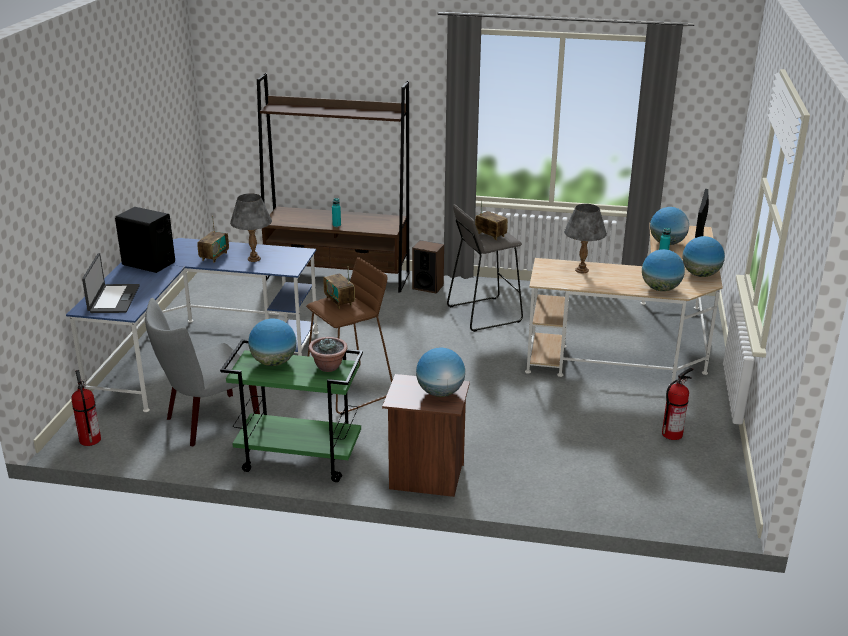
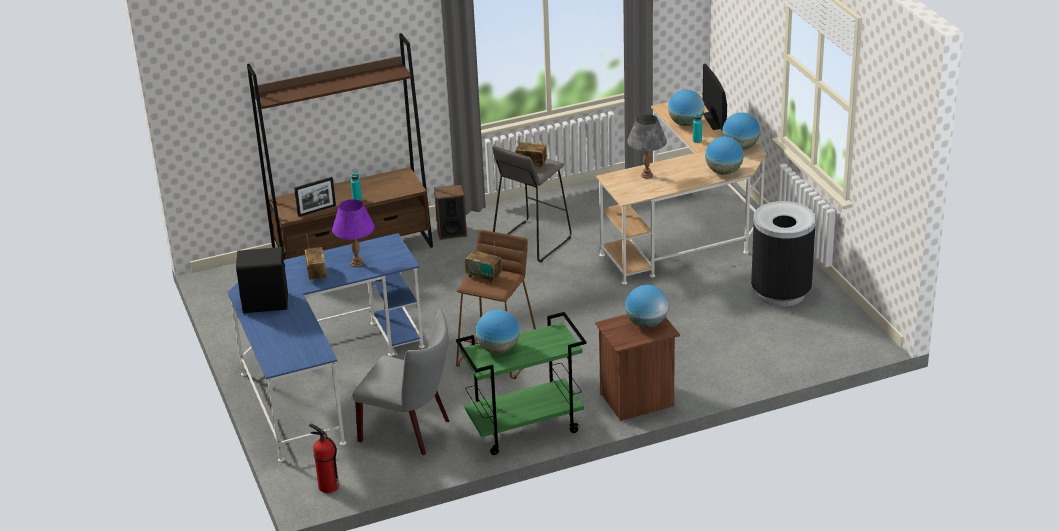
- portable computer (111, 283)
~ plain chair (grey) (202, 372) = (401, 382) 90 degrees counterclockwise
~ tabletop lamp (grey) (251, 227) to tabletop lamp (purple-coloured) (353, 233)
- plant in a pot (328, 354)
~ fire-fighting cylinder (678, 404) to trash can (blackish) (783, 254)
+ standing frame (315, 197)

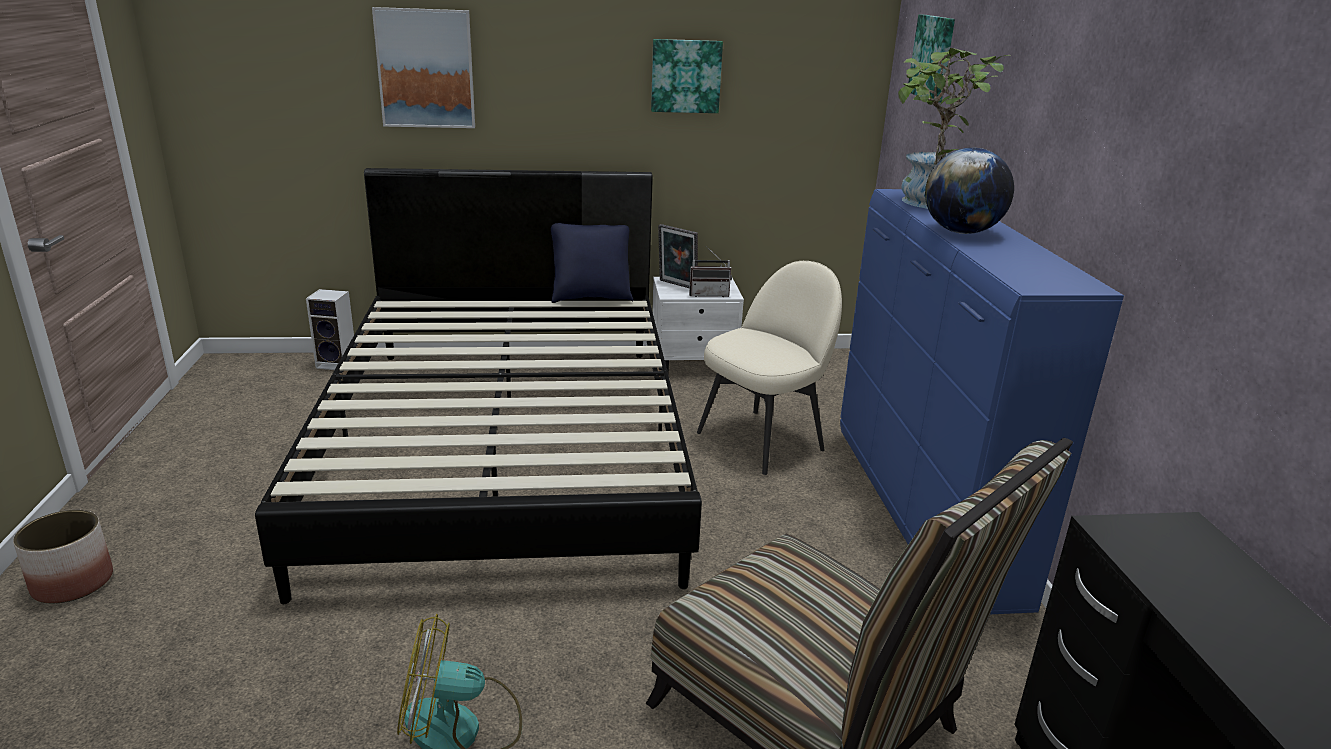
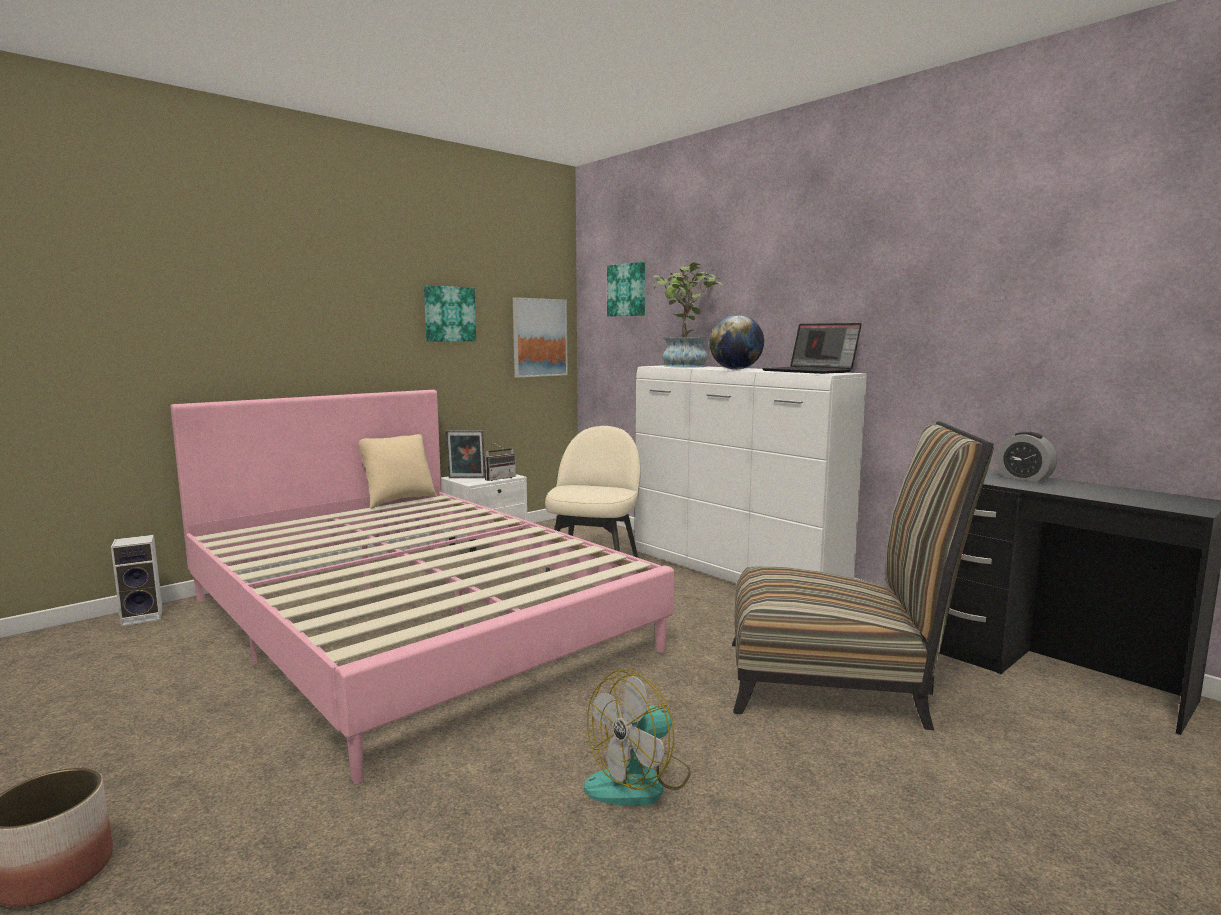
~ bedroom bed (blackish) (478, 386) to bedroom bed (pink) (422, 586)
~ picture (423, 67) to (540, 337)
~ throw pillow (bluish) (592, 263) to throw pillow (beige-coloured) (397, 471)
~ chest of drawers (bluish) (982, 401) to chest of drawers (white) (751, 474)
+ portable computer (812, 348)
+ alarm clock (1026, 457)

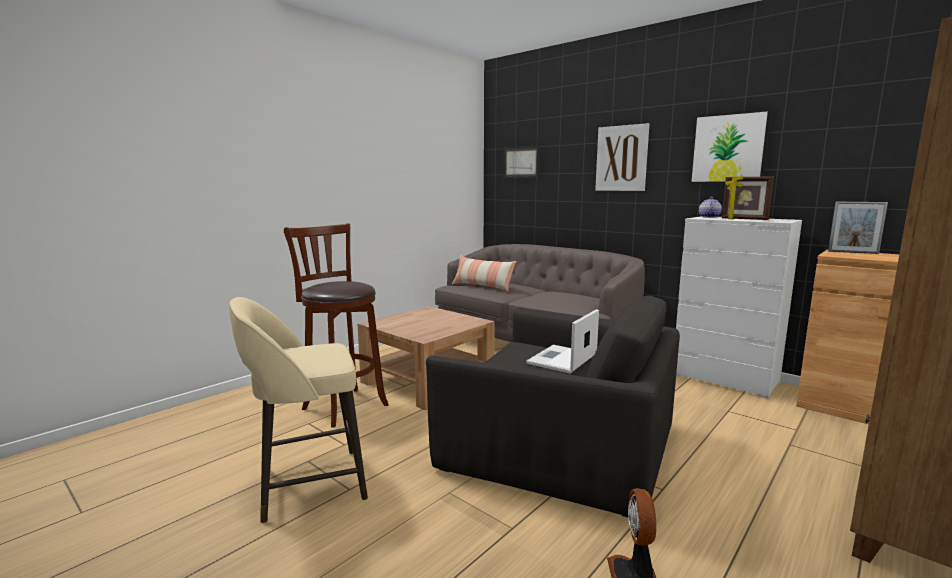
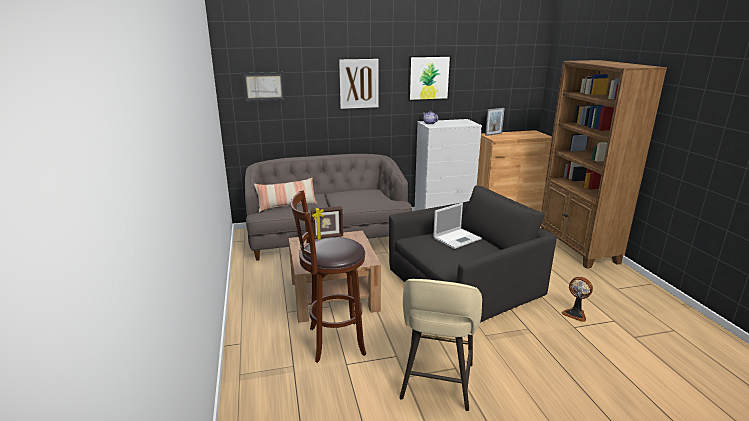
~ portable computer (562, 341) = (457, 226) 105 degrees counterclockwise
~ standing frame (748, 197) to (327, 223)

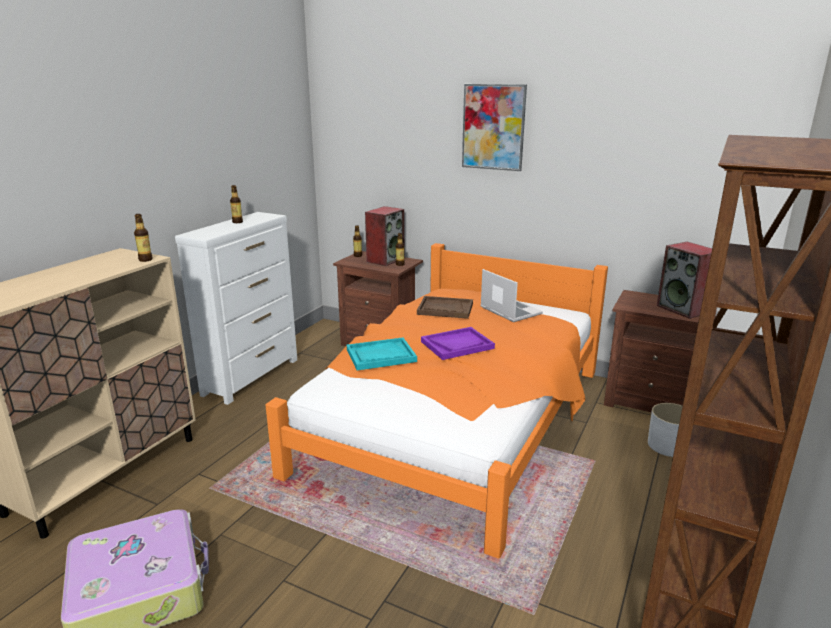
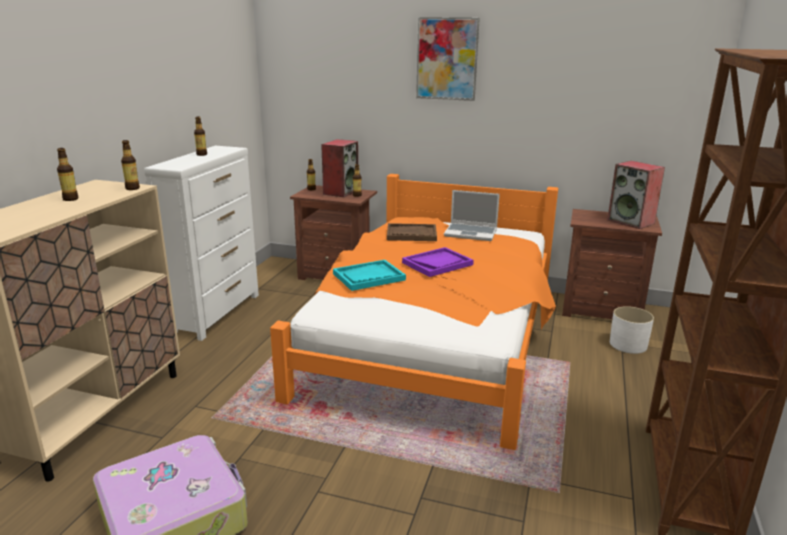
~ portable computer (511, 295) = (472, 215) 150 degrees clockwise
+ drink bottle (67, 174)

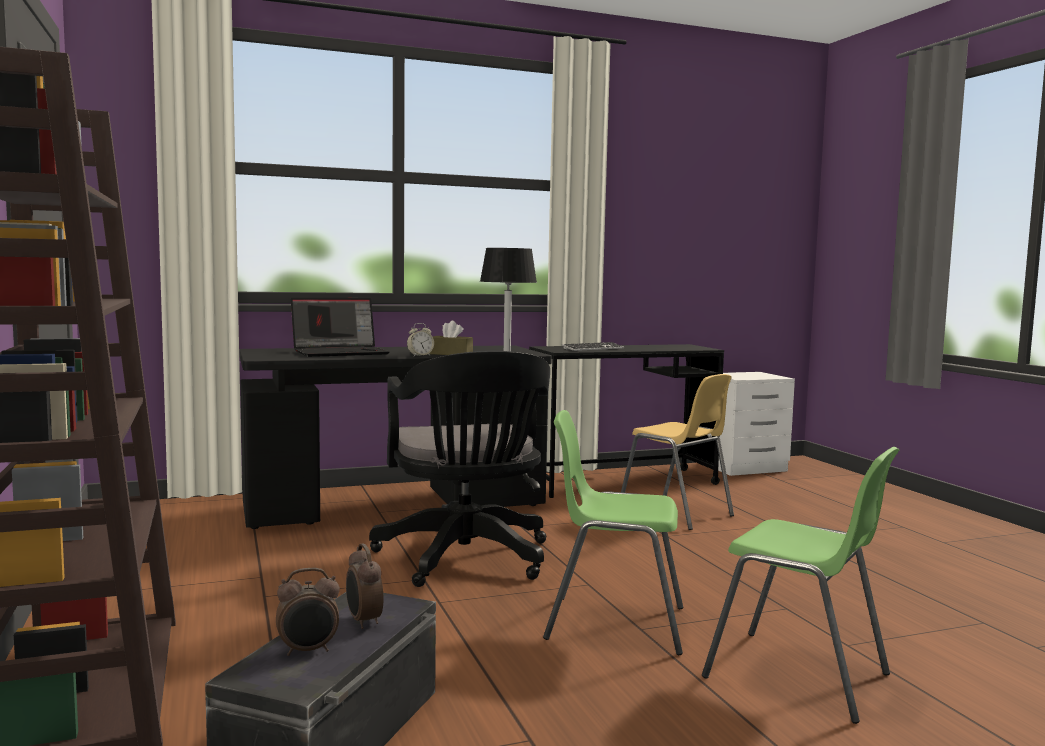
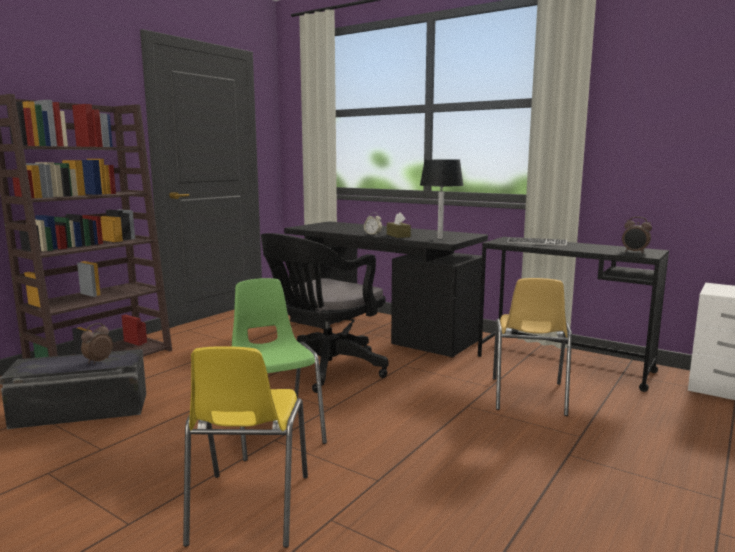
~ alarm clock (308, 612) to (637, 235)
- portable computer (340, 327)
~ plain chair (greenish) (800, 585) to plain chair (yellowish) (245, 447)

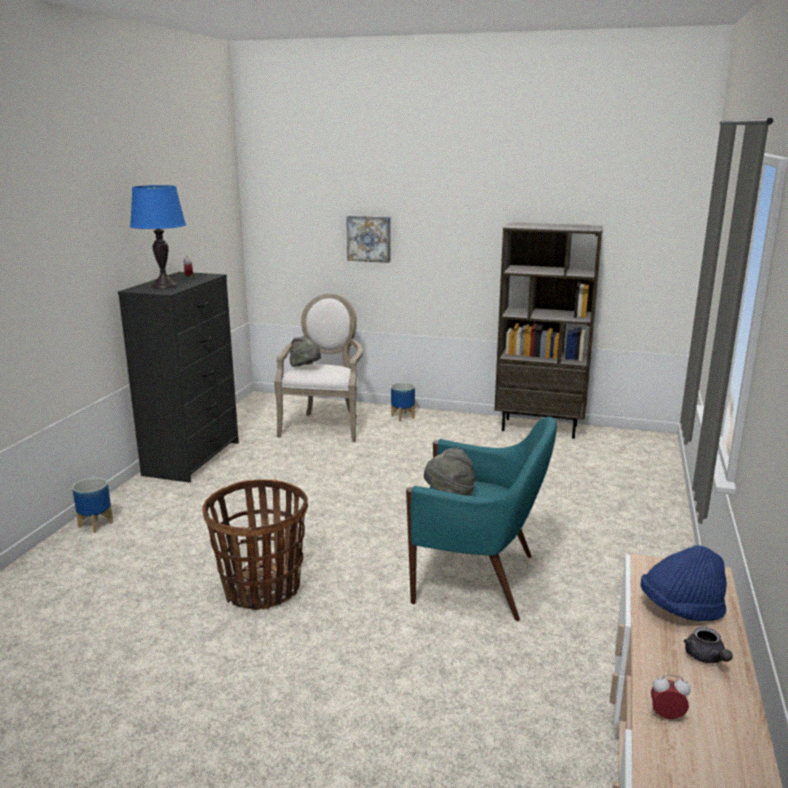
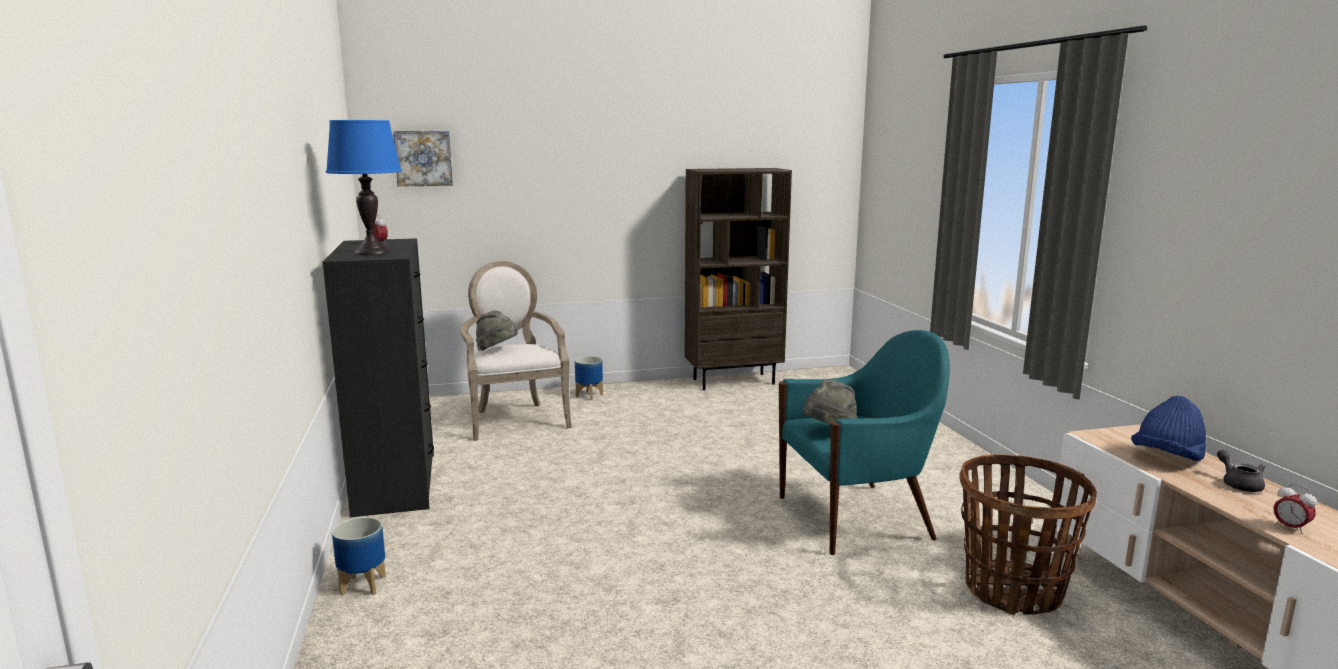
~ storage basket (255, 544) to (1028, 534)
~ picture (368, 239) to (423, 159)
~ alarm clock (670, 696) = (1295, 509) 105 degrees counterclockwise
~ pot for tea (grey) (708, 645) = (1241, 471) 150 degrees counterclockwise

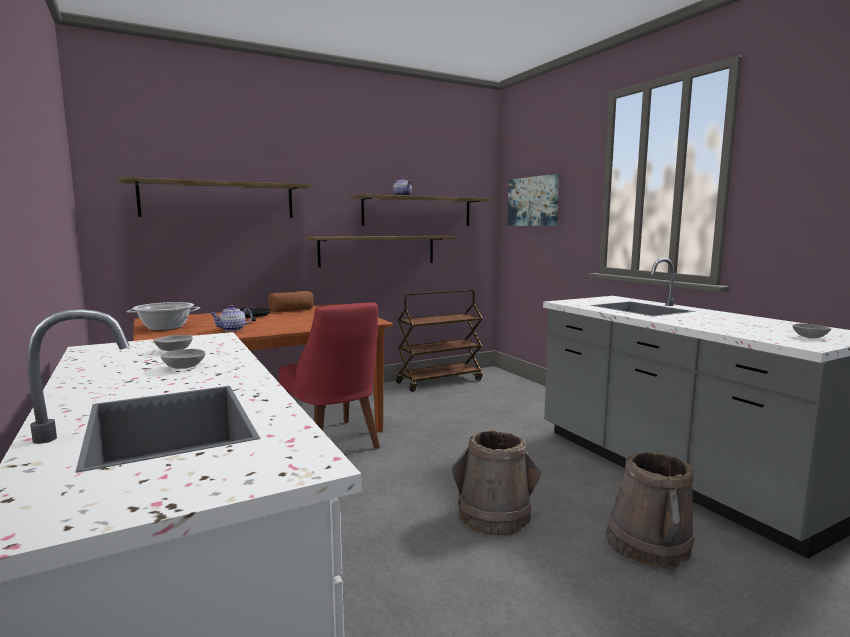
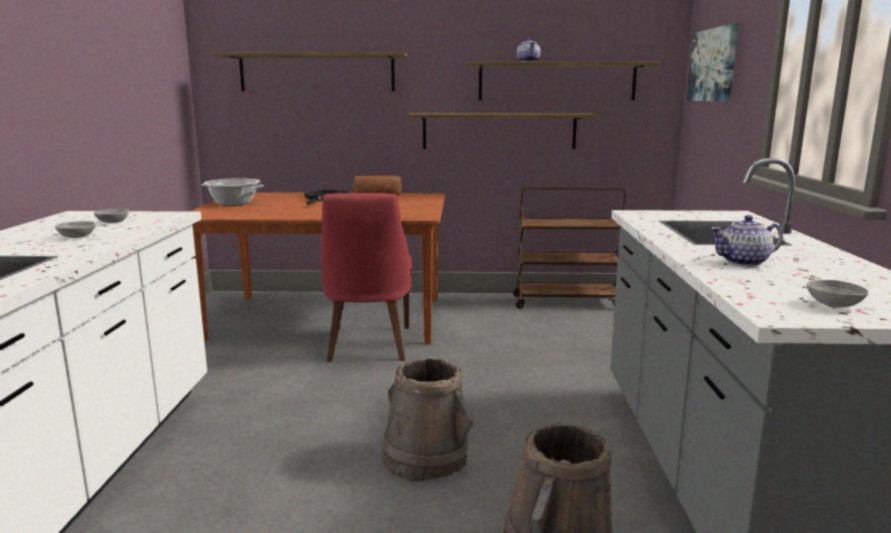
~ pot for tea (231, 318) to (746, 240)

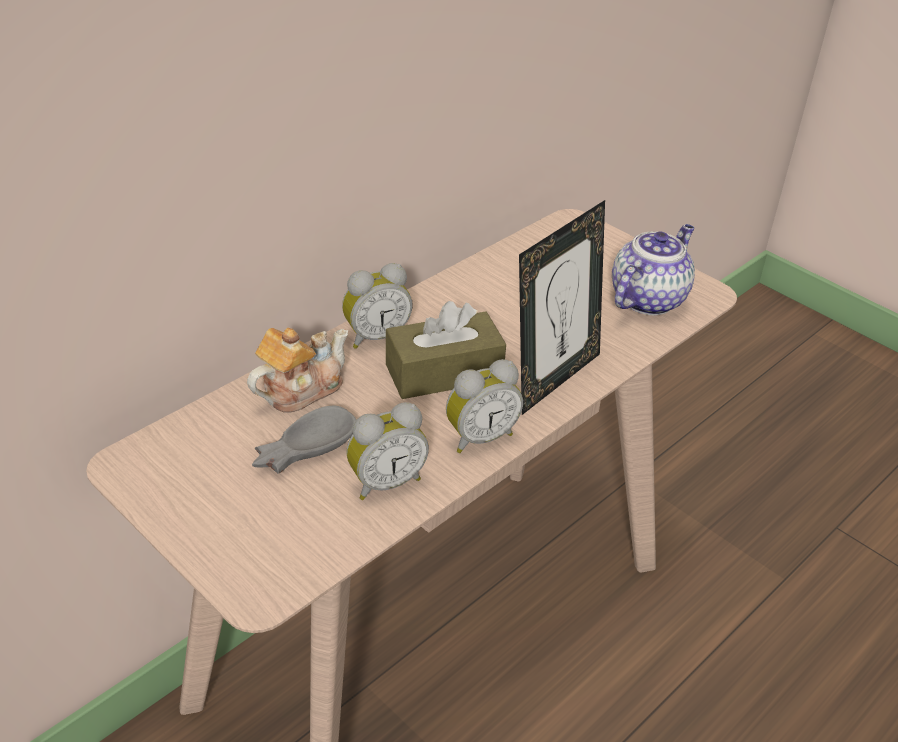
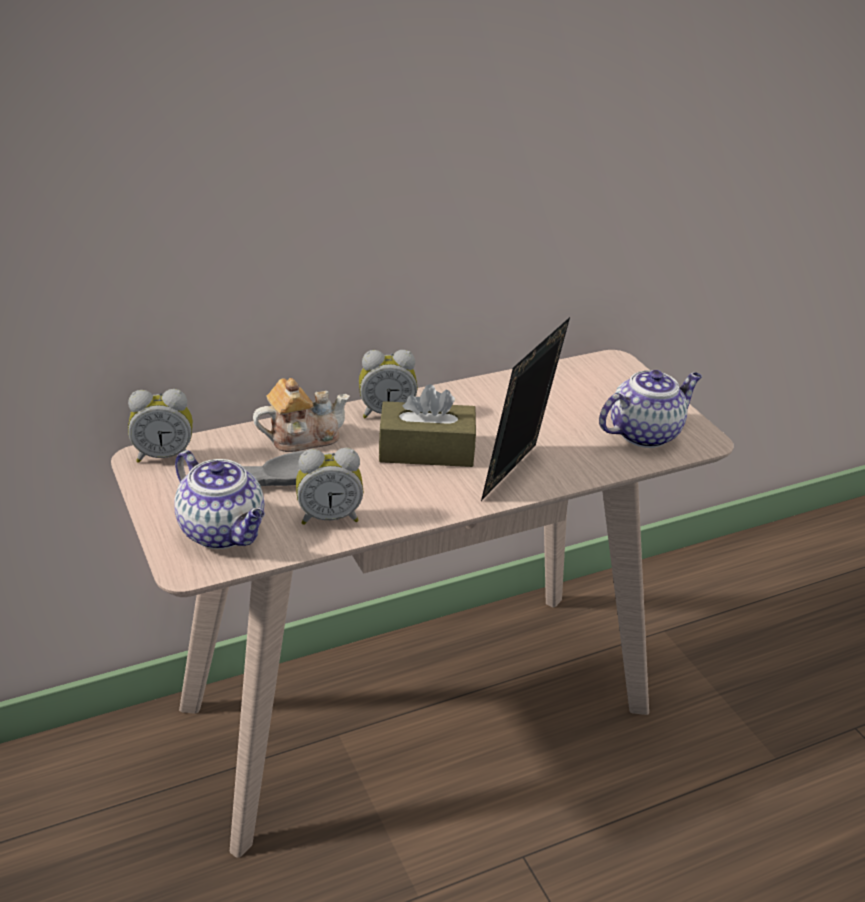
~ alarm clock (484, 406) to (160, 426)
~ standing frame (562, 307) = (525, 409) 150 degrees clockwise
+ pot for tea (219, 499)

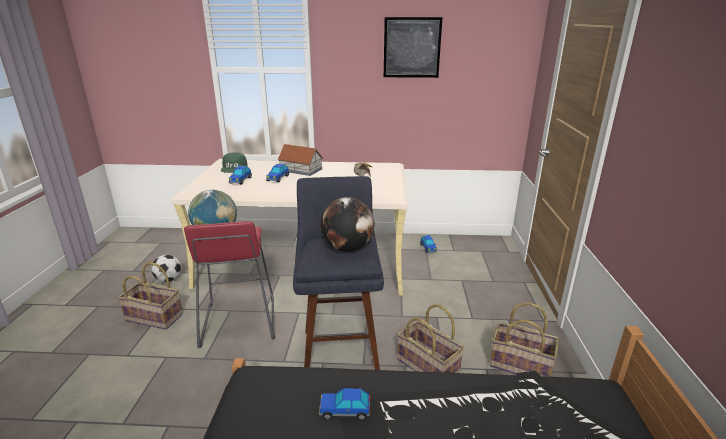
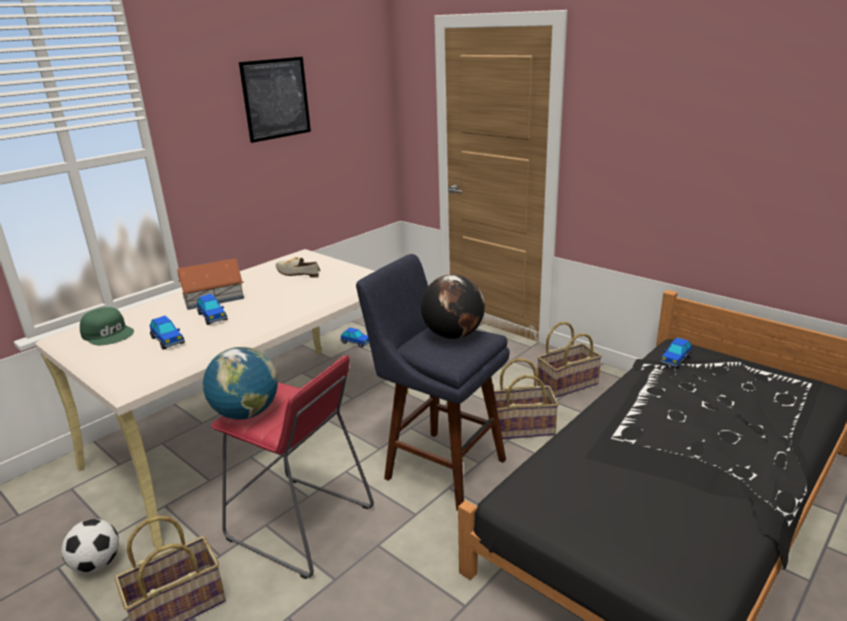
~ model car (344, 404) to (676, 353)

